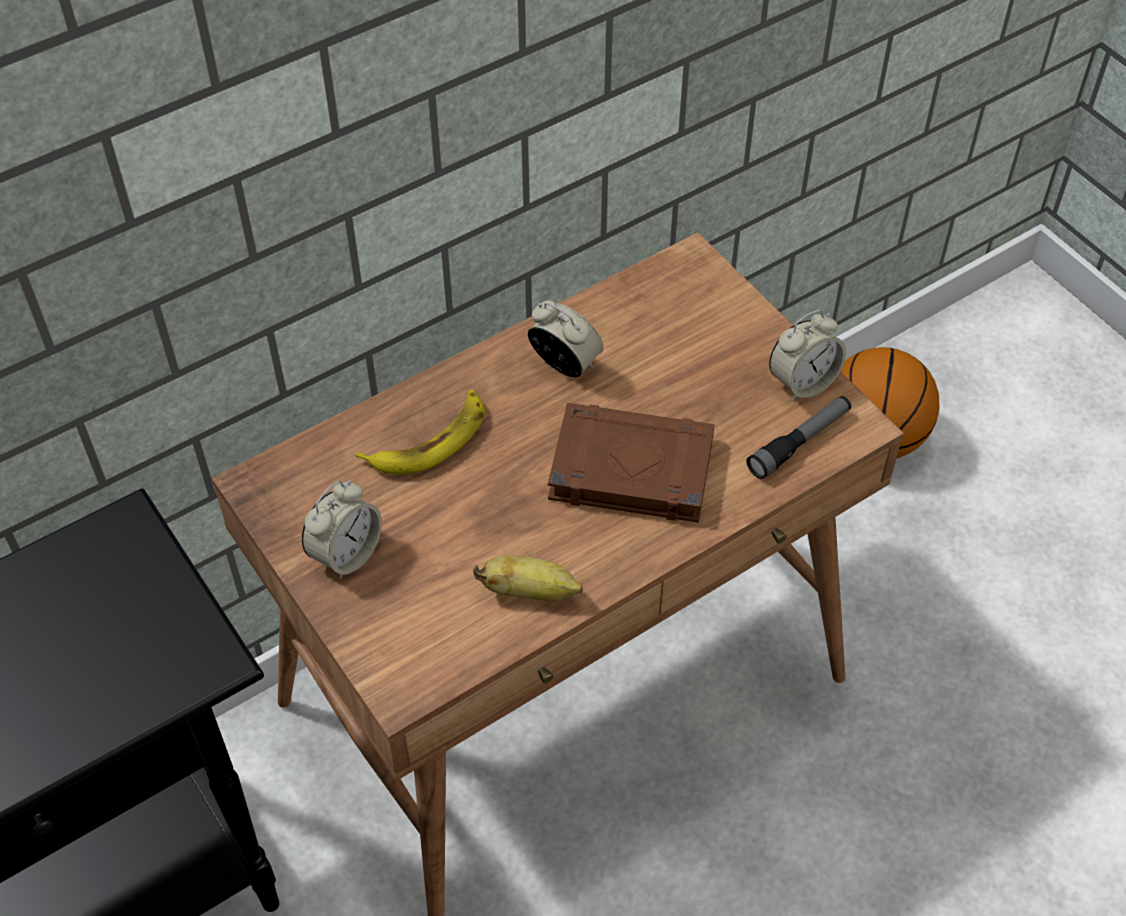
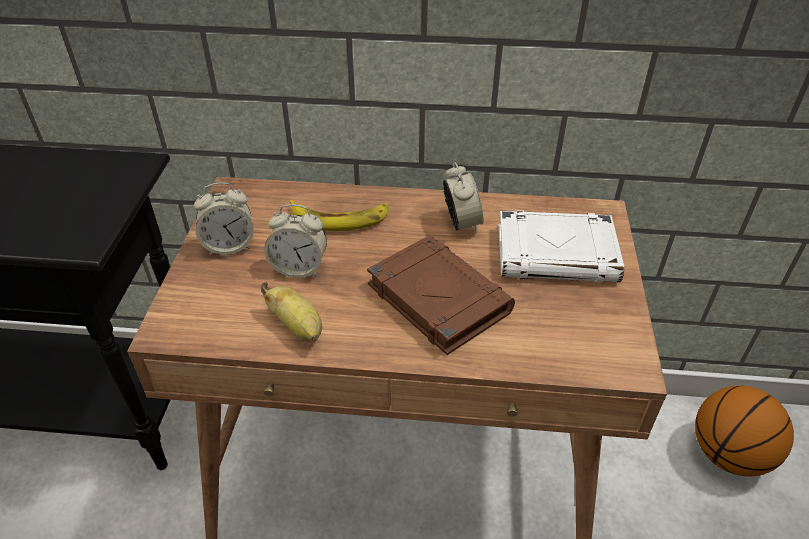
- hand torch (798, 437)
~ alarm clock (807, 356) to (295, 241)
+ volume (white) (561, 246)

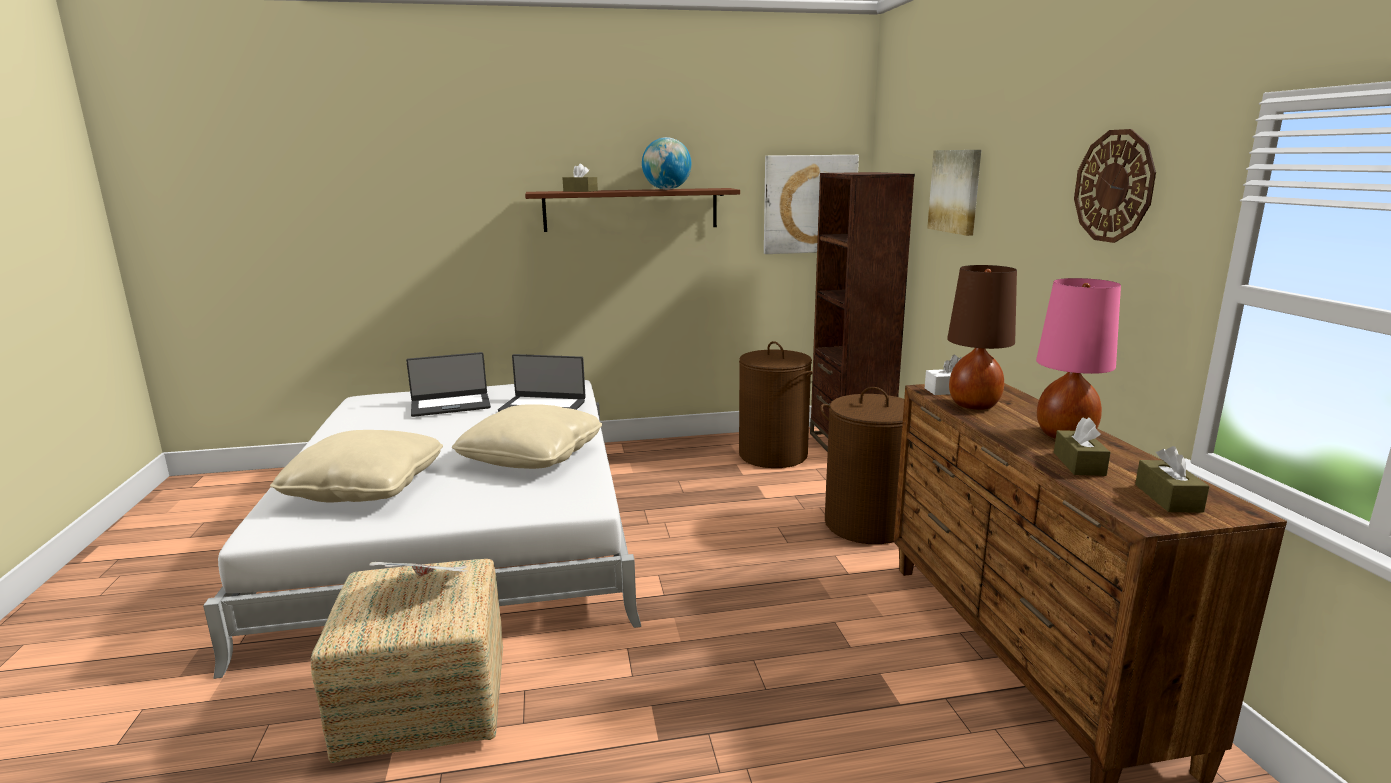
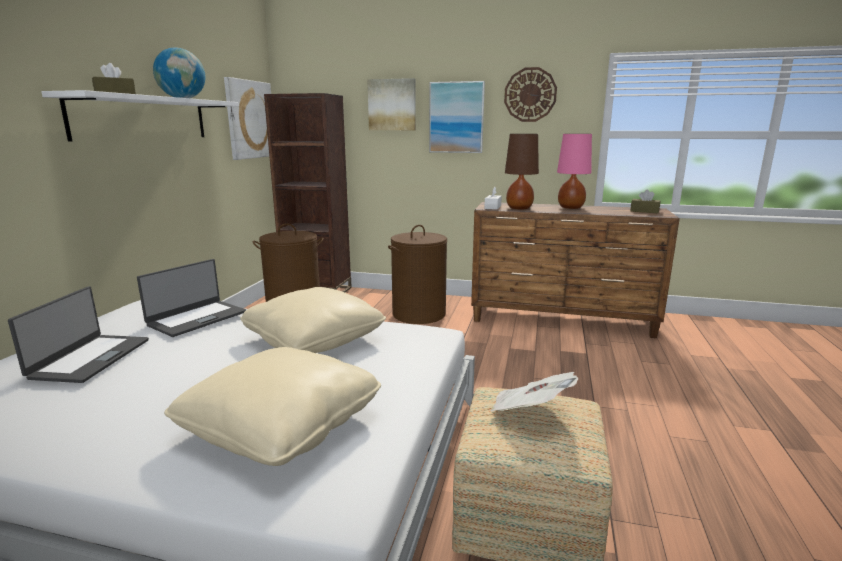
~ shelf (brown) (632, 210) to shelf (white) (140, 115)
- tissue box (brown) (1082, 446)
+ picture (457, 117)

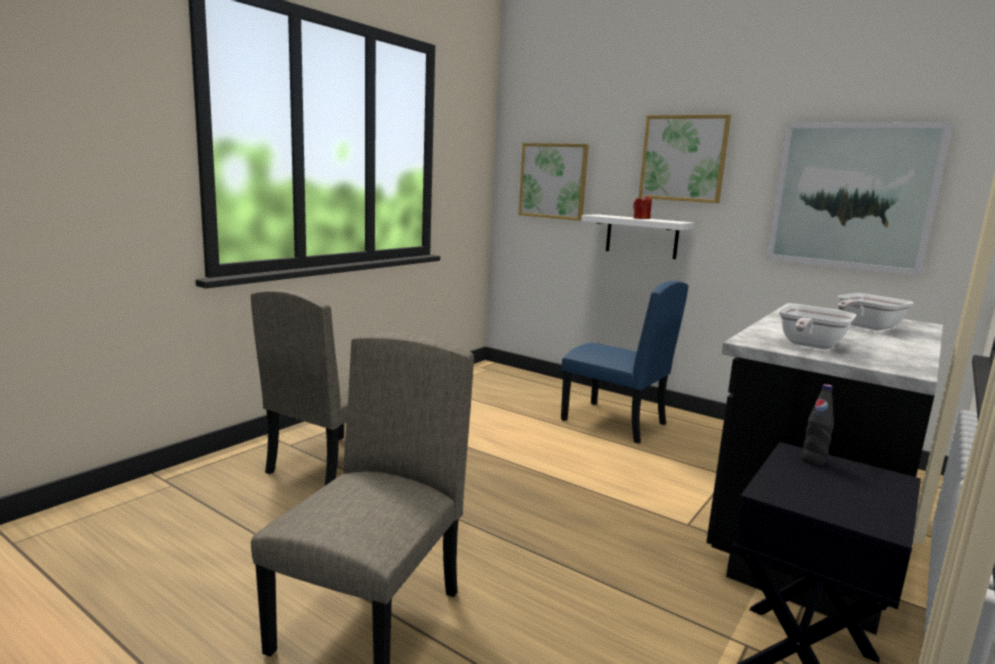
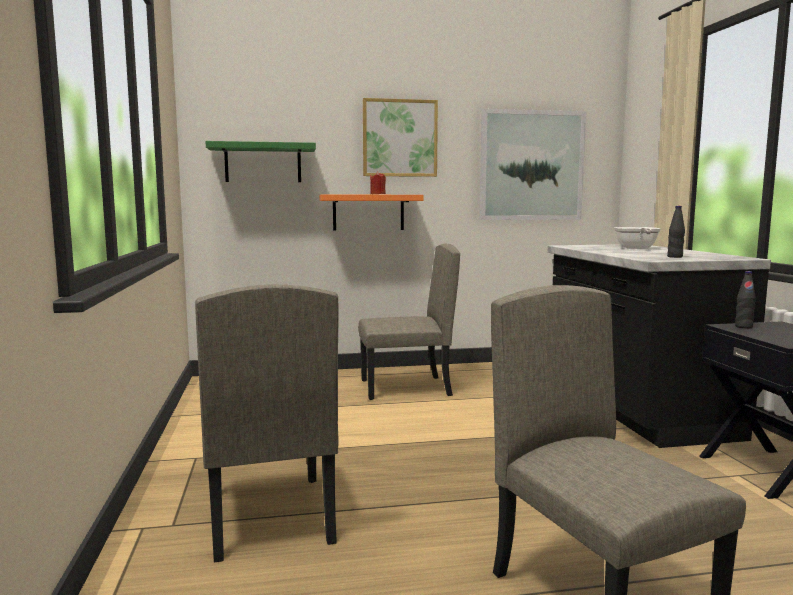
~ picture (554, 182) to shelf (greenish) (260, 161)
~ plain chair (bluish) (625, 362) to plain chair (beige-coloured) (409, 322)
~ shelf (white) (637, 236) to shelf (orangey) (371, 212)
~ frying pan (818, 326) to drink bottle (blackish) (676, 232)

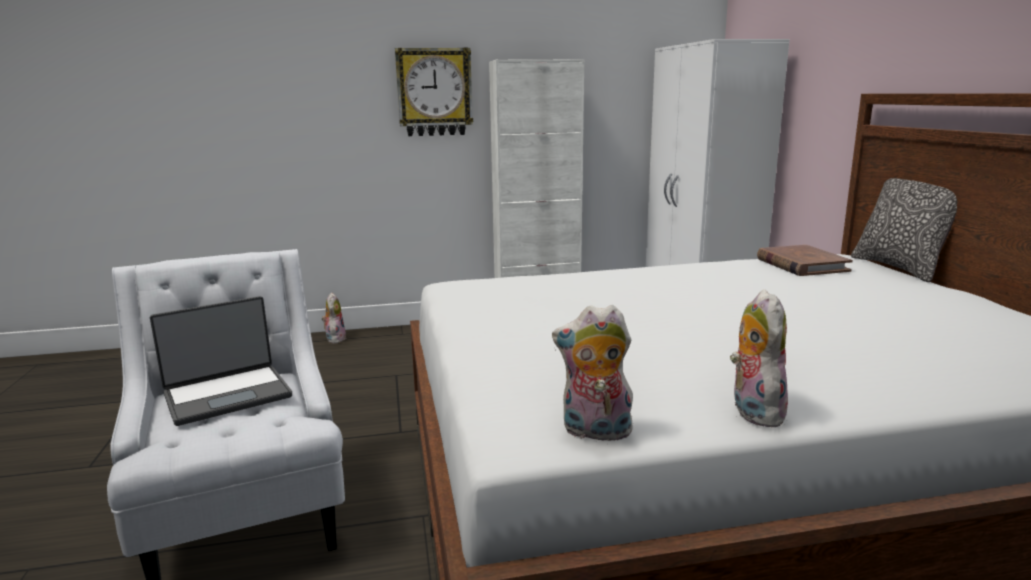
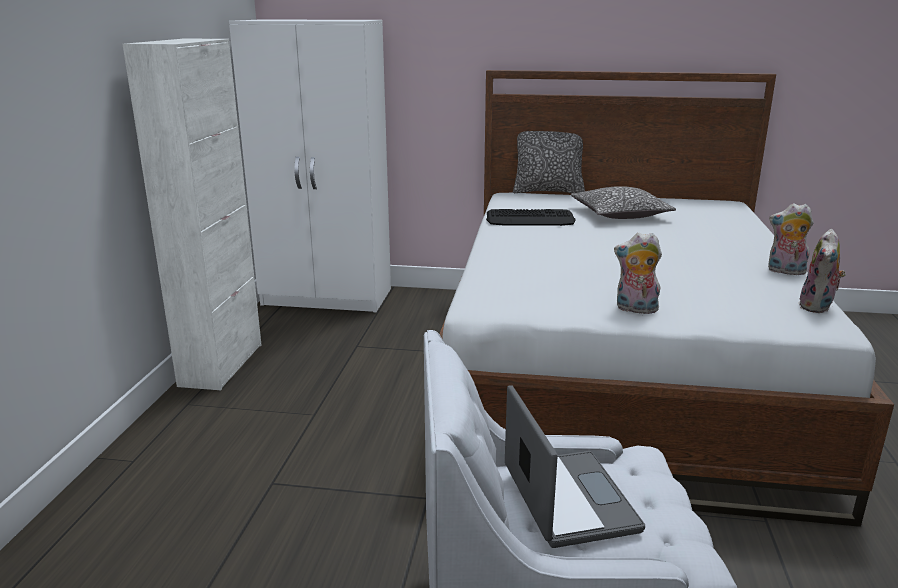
~ cuddly toy (333, 318) to (638, 273)
- clock on the wall (434, 92)
- volume (brown) (805, 260)
+ keyboard (531, 217)
+ throw pillow (623, 202)

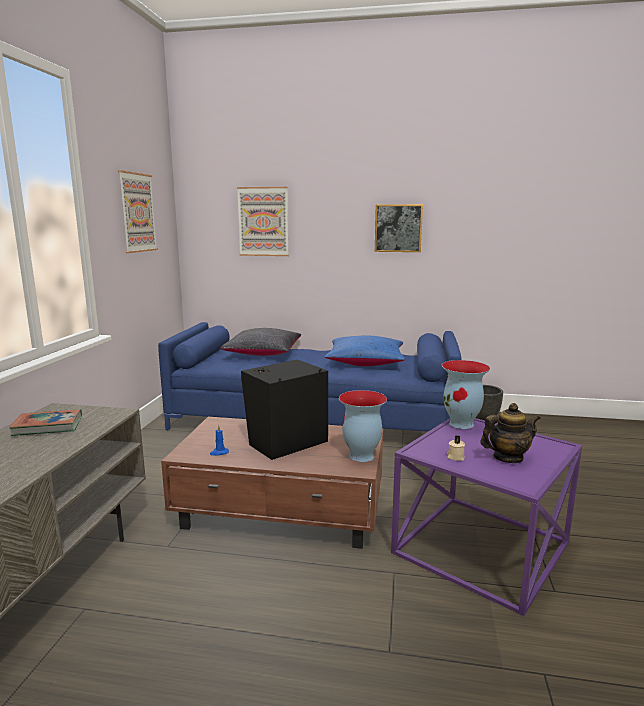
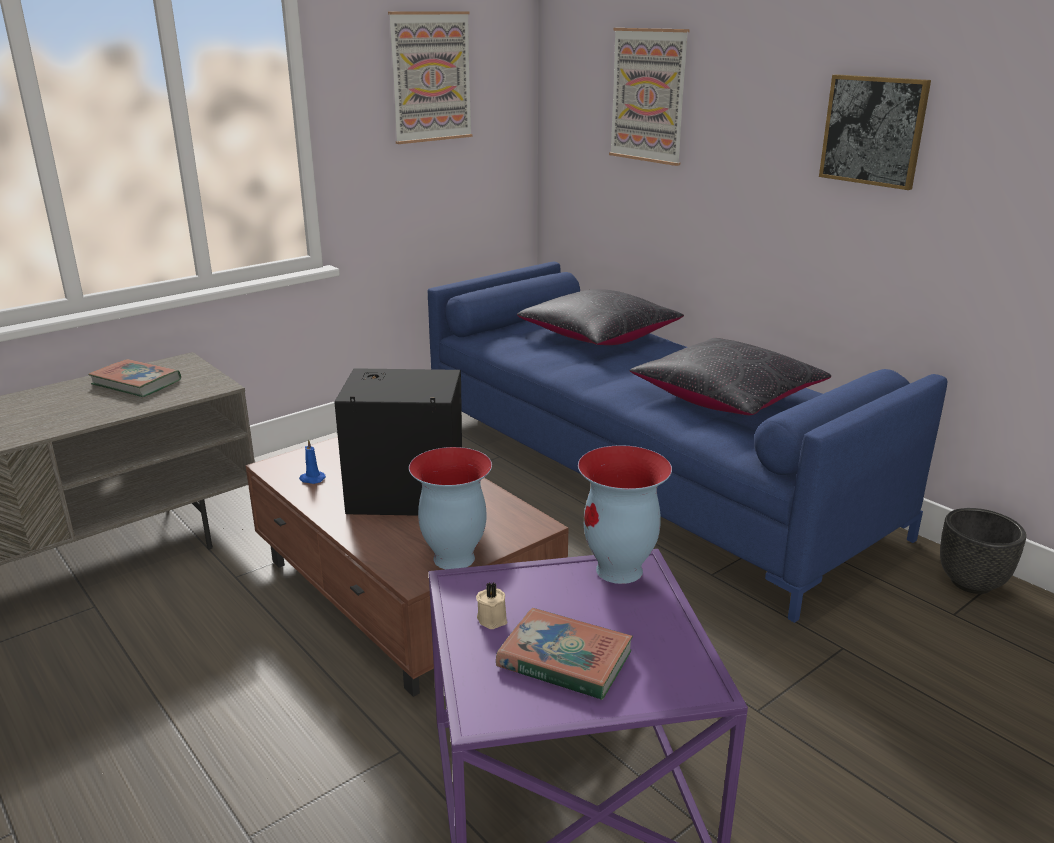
~ throw pillow (bluish) (365, 351) to throw pillow (blackish) (730, 376)
~ pot for tea (510, 433) to volume (564, 654)

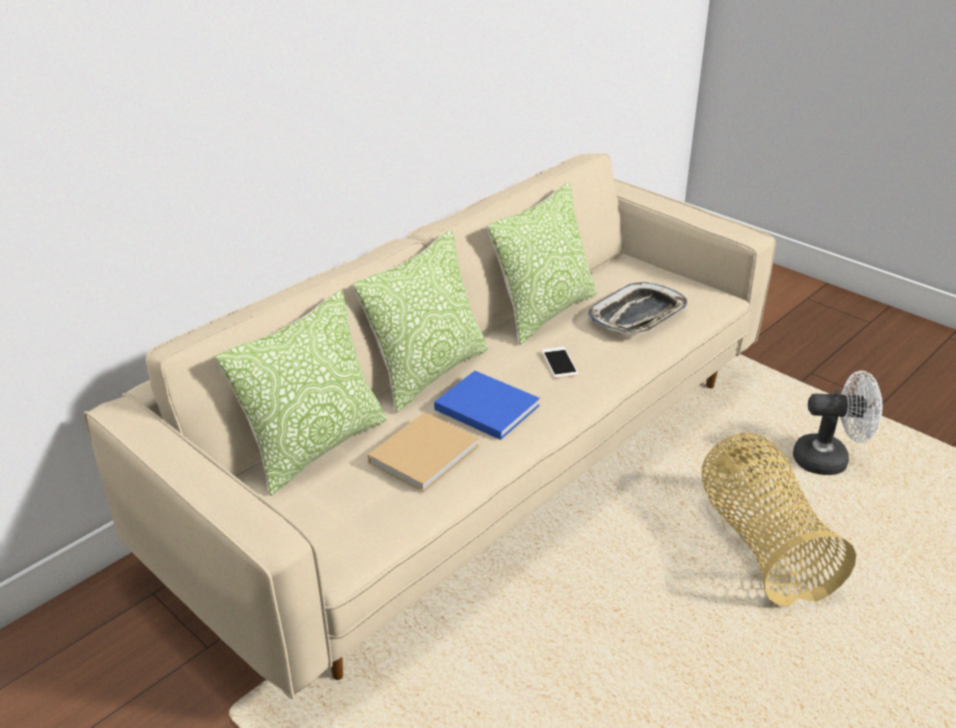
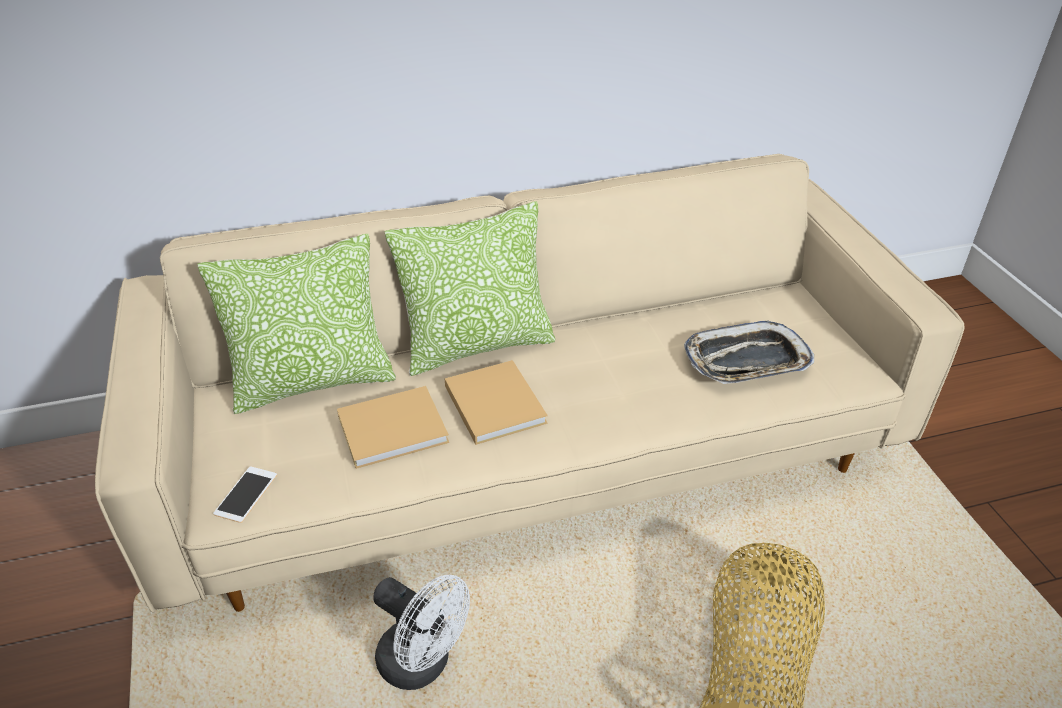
~ volume (bluish) (487, 405) to volume (beige-coloured) (496, 402)
- throw pillow (542, 263)
~ phone (560, 362) to (245, 494)
~ fan (white) (837, 423) to (421, 632)

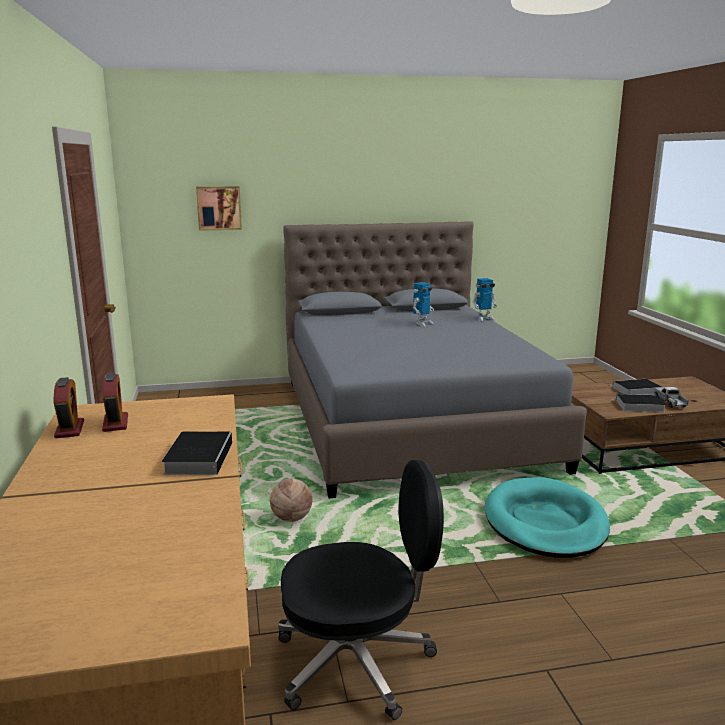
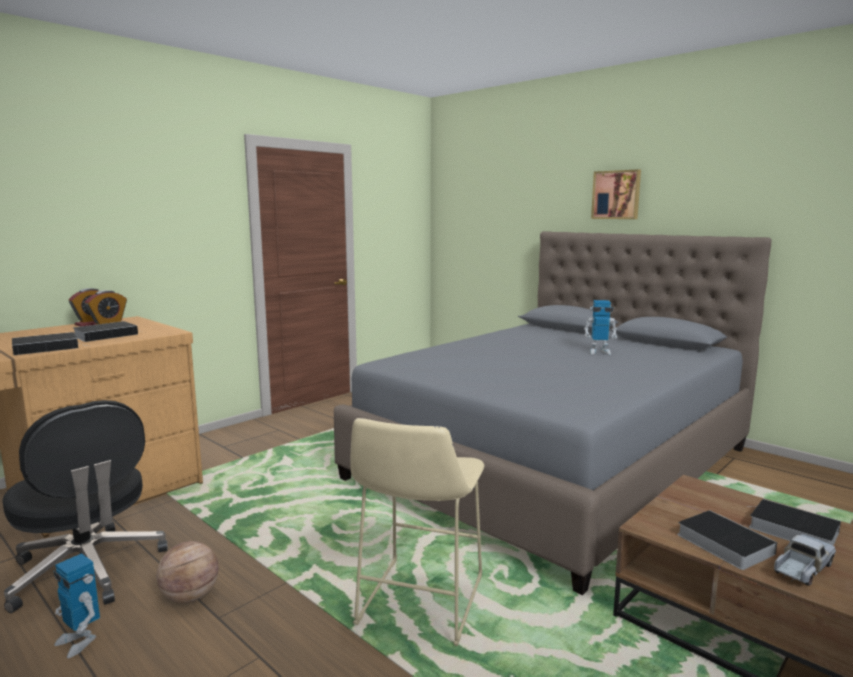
~ picture (219, 208) to (616, 194)
~ basketball ball (291, 500) to (188, 572)
~ model robot (485, 299) to (76, 605)
~ dog bed (blue-green) (547, 517) to stool (beige-coloured) (417, 532)
+ volume (106, 331)

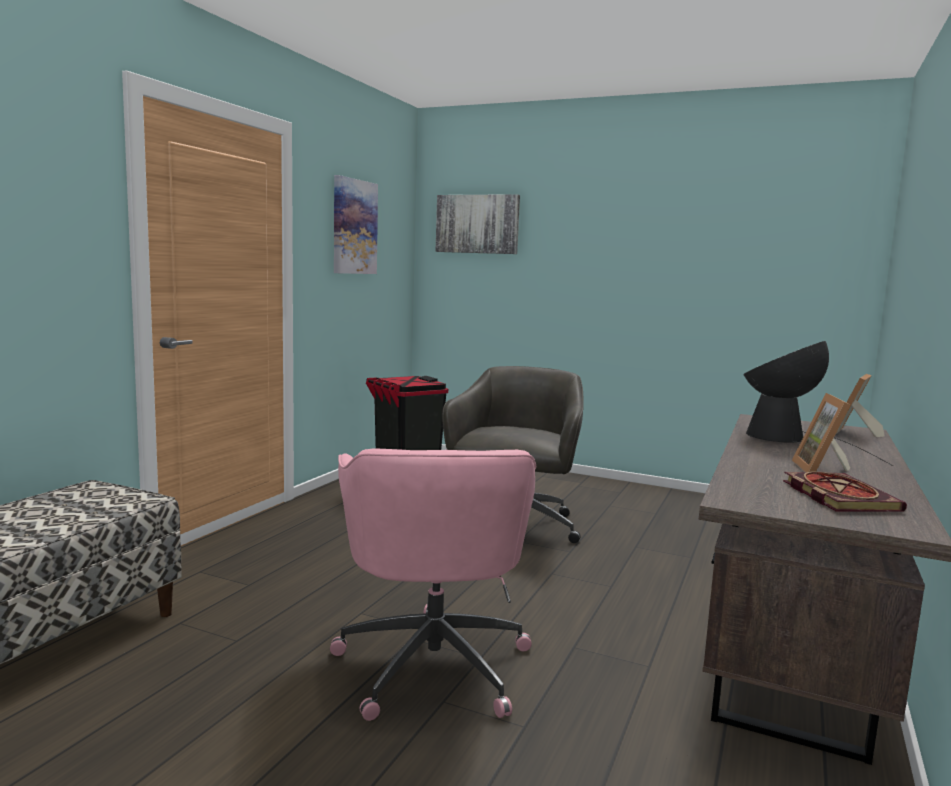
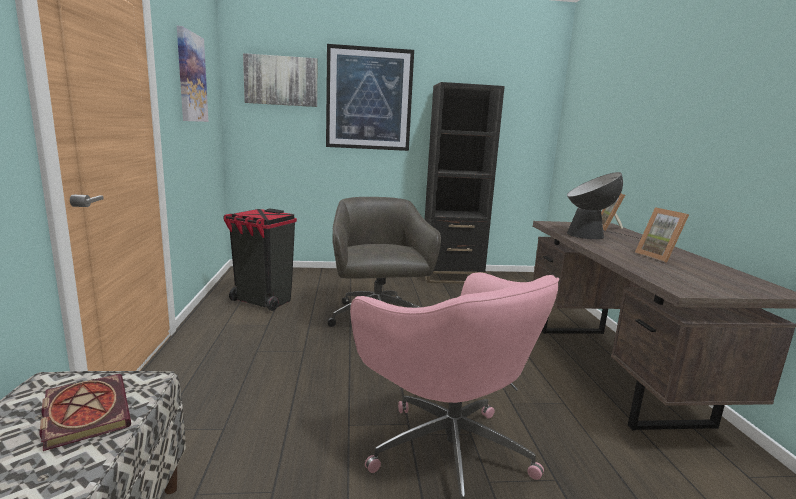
~ volume (845, 491) to (85, 412)
+ picture (370, 97)
+ bookcase (blackish) (464, 183)

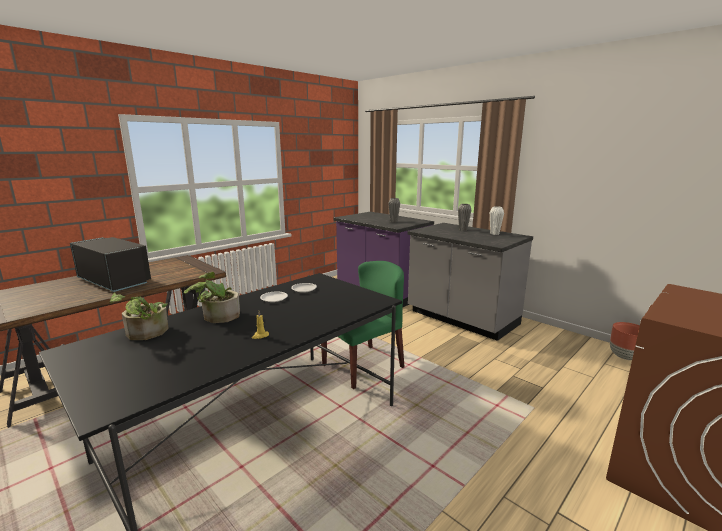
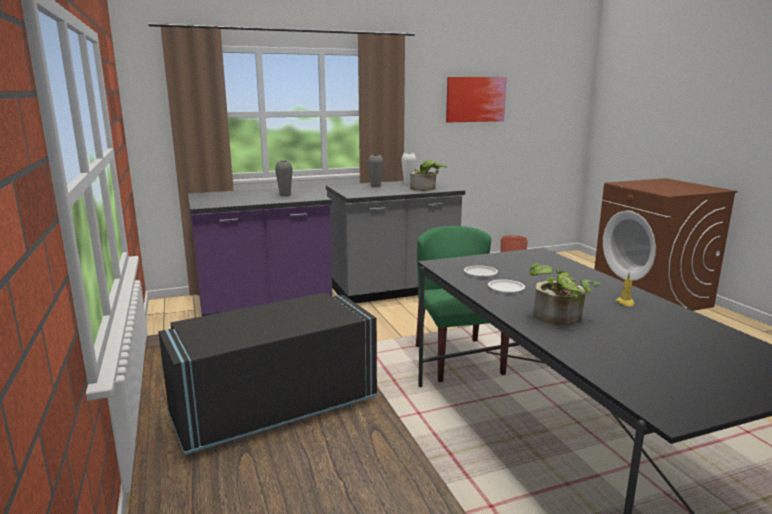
~ plant in a pot (139, 316) to (428, 175)
+ picture (476, 99)

